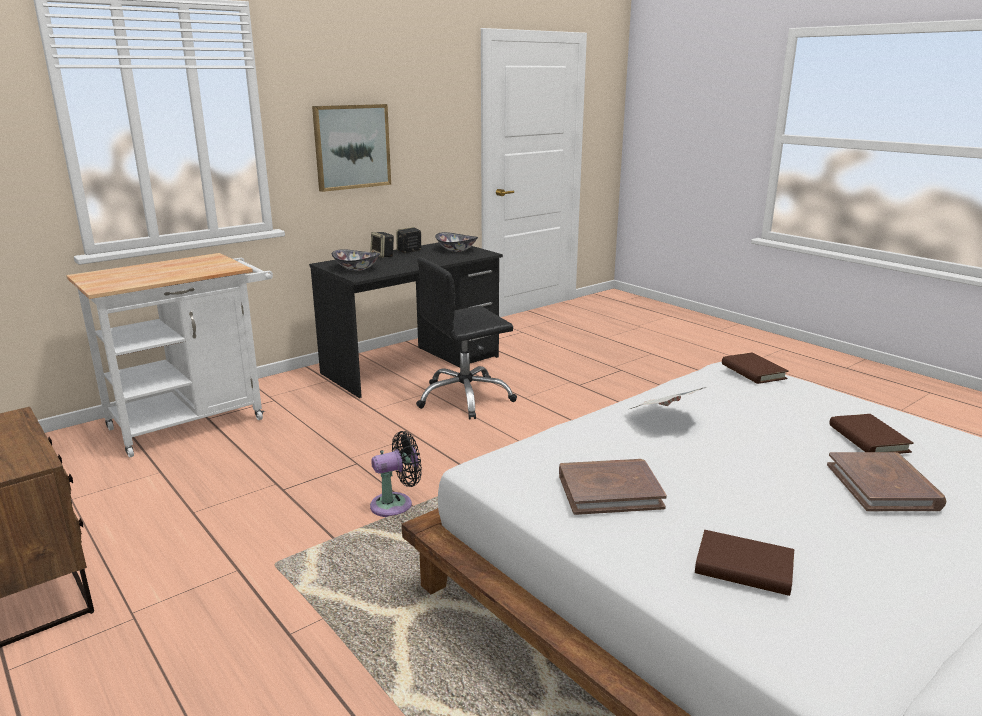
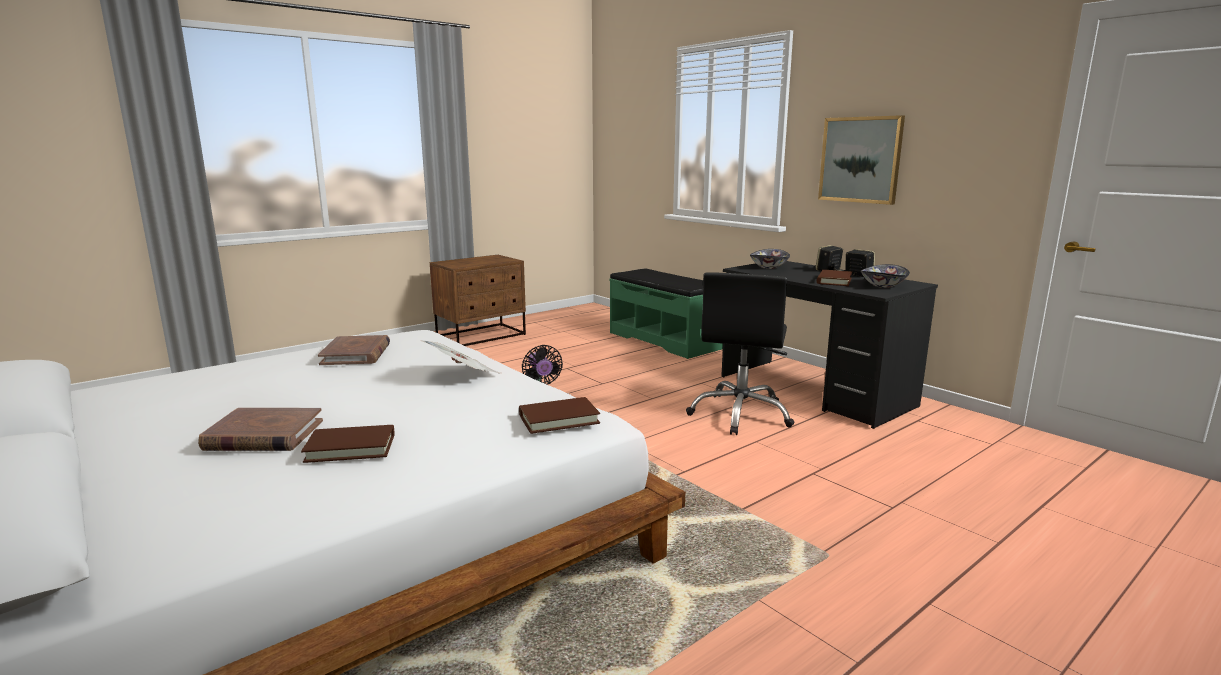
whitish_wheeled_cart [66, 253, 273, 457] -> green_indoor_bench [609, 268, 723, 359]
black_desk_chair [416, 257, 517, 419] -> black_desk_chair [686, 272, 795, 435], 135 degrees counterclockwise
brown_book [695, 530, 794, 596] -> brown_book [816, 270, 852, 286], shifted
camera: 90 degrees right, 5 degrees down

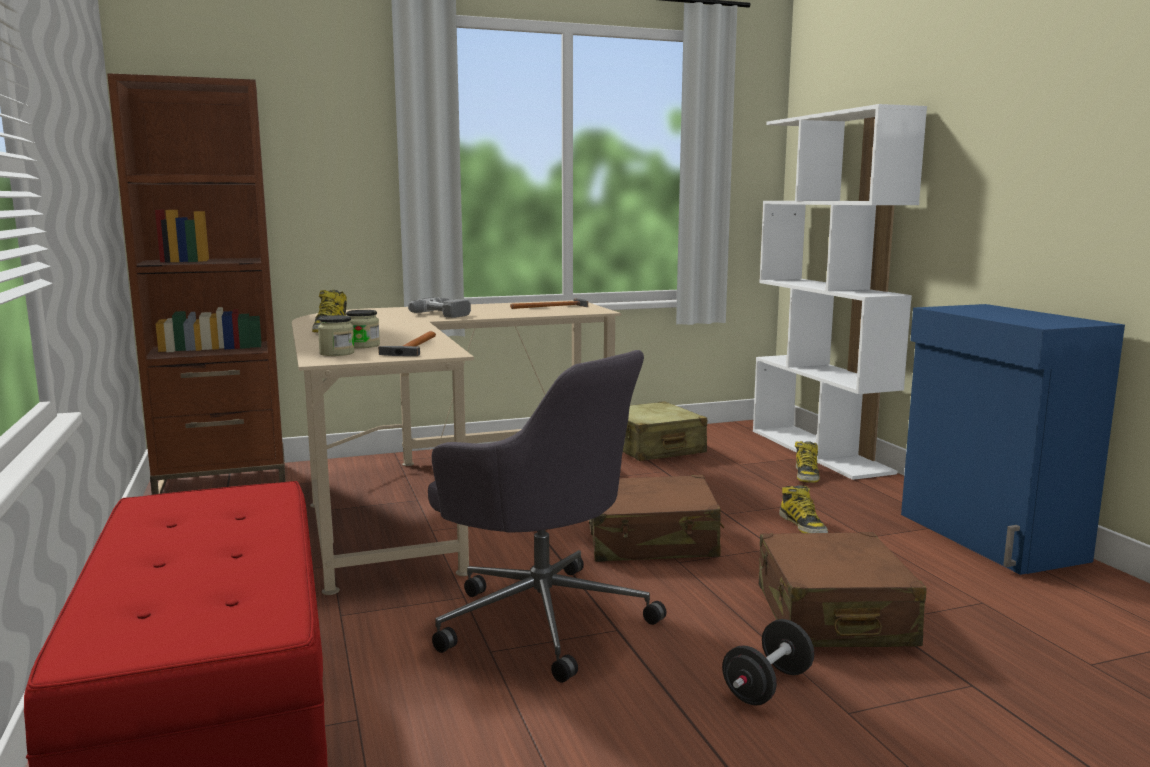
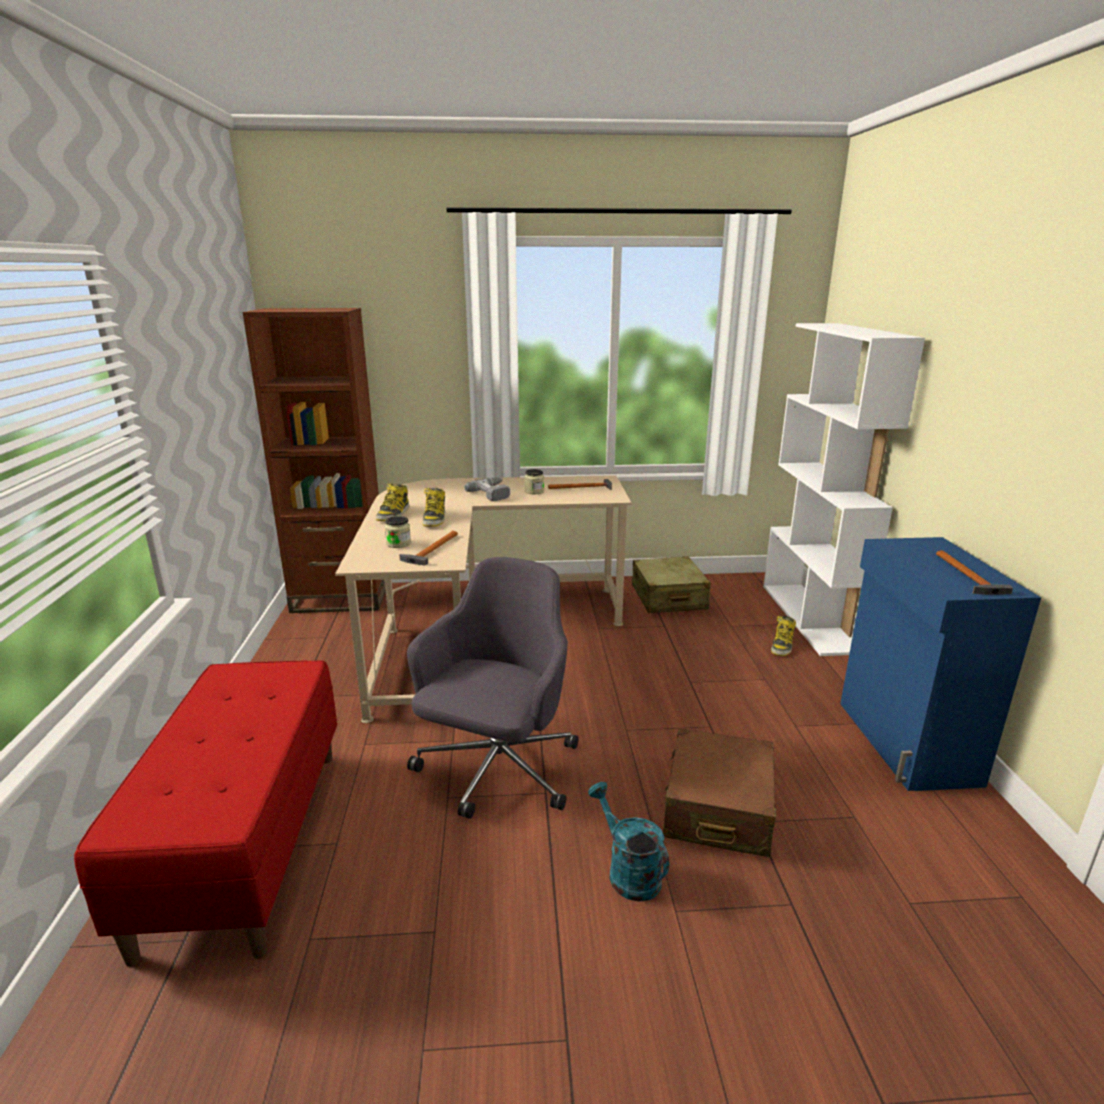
grey_desk_chair [428, 350, 667, 683] -> grey_desk_chair [407, 557, 578, 819], 120 degrees counterclockwise
tall_boot [779, 485, 828, 533] -> tall_boot [422, 488, 445, 527], shifted
jar [318, 315, 355, 356] -> jar [524, 469, 544, 494], shifted
black_free_weight [722, 619, 814, 705] -> turquoise-coloured_watering_can [588, 782, 669, 902]
none -> tool_hammer [936, 550, 1013, 595]
brown_piece_of_luggage [589, 475, 724, 562] -> none
camera: 15 degrees right, 10 degrees up

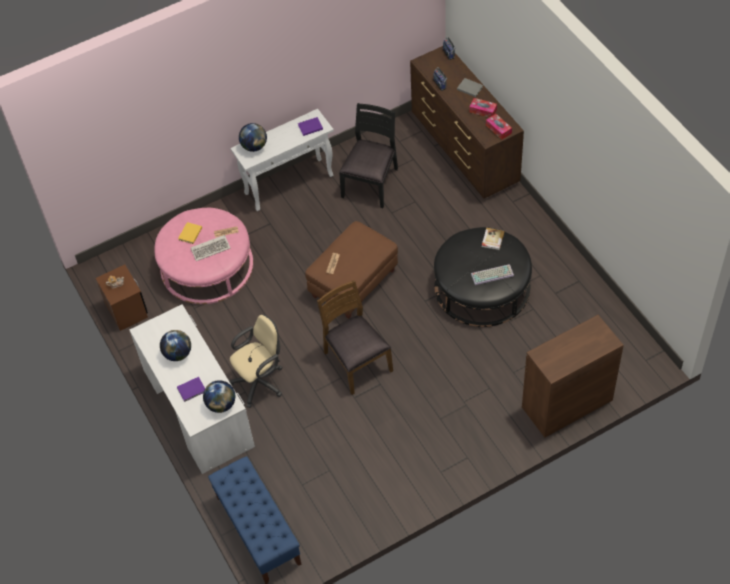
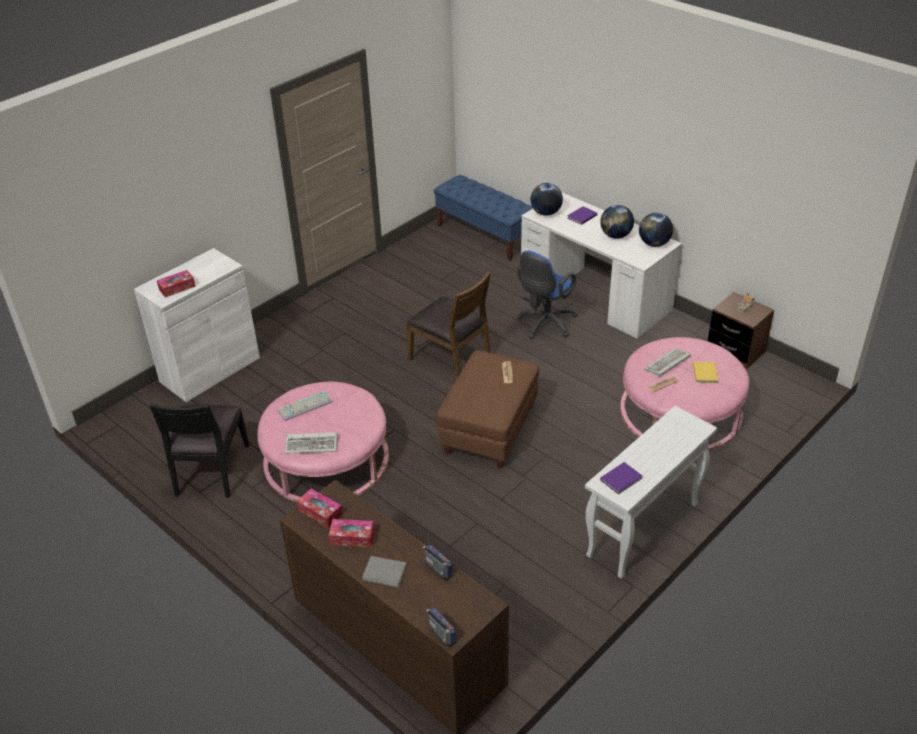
brown_storage_cabinet [522, 315, 624, 438] -> whitish_storage_cabinet [134, 248, 260, 402]
black_plain_chair [339, 103, 398, 208] -> black_plain_chair [150, 403, 250, 498], shifted
none -> tissue_holder [157, 270, 195, 298]
black_pouffe [434, 227, 532, 327] -> pinkish_pouffe [257, 382, 389, 502]
book [482, 228, 505, 250] -> PC_keyboard [285, 432, 338, 454]
beige-coloured_desk_chair [229, 314, 283, 408] -> blue-coloured_desk_chair [517, 250, 577, 339]
globe [239, 123, 267, 152] -> globe [639, 213, 673, 247], shifted
camera: 160 degrees right, 15 degrees down

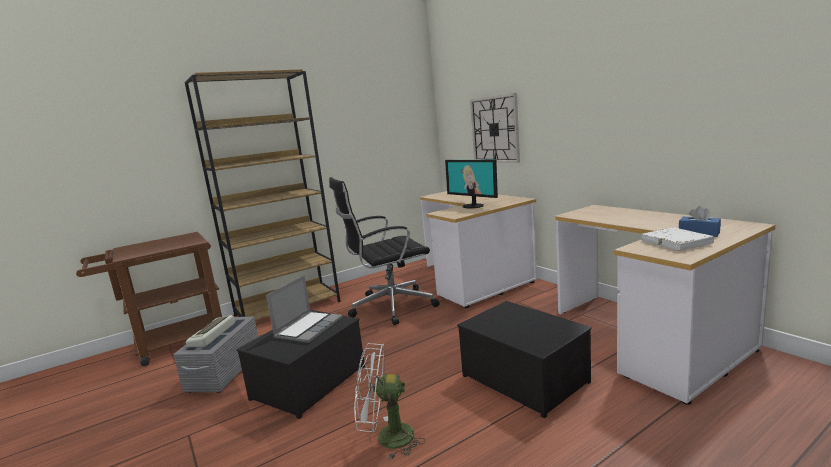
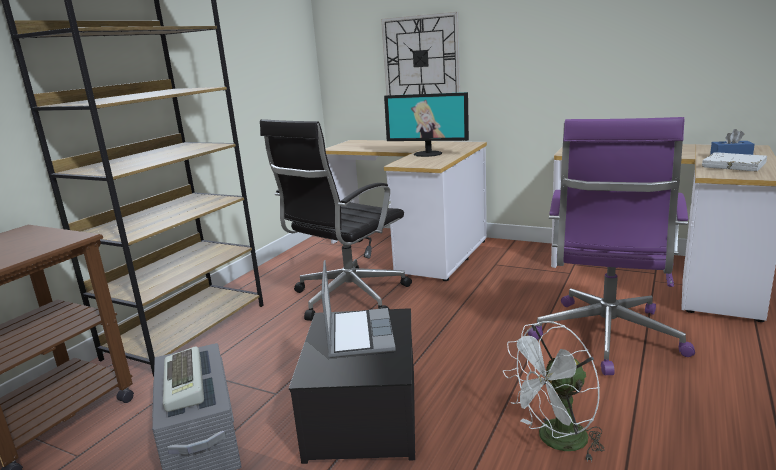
storage_container [457, 301, 592, 418] -> purple-coloured_desk_chair [528, 117, 695, 375]
camera: 30 degrees left, 5 degrees up

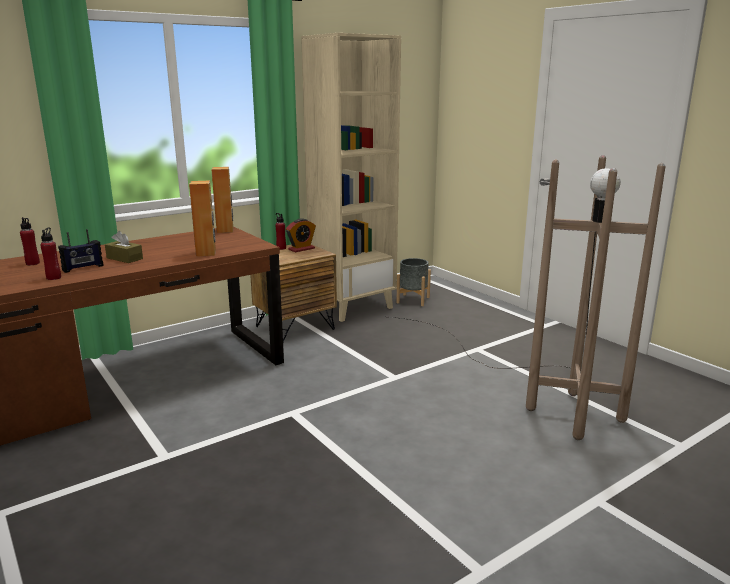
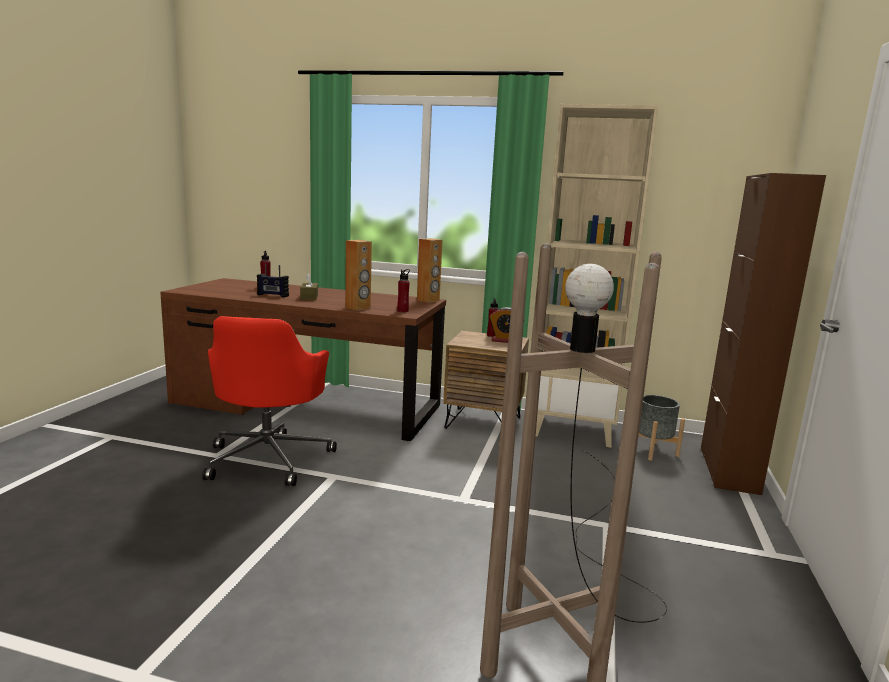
none -> red_desk_chair [202, 316, 337, 486]
red_bottle [40, 228, 61, 280] -> red_bottle [397, 269, 410, 312], shifted
none -> brown_storage_cabinet [701, 173, 826, 495]
camera: 50 degrees right, 5 degrees down

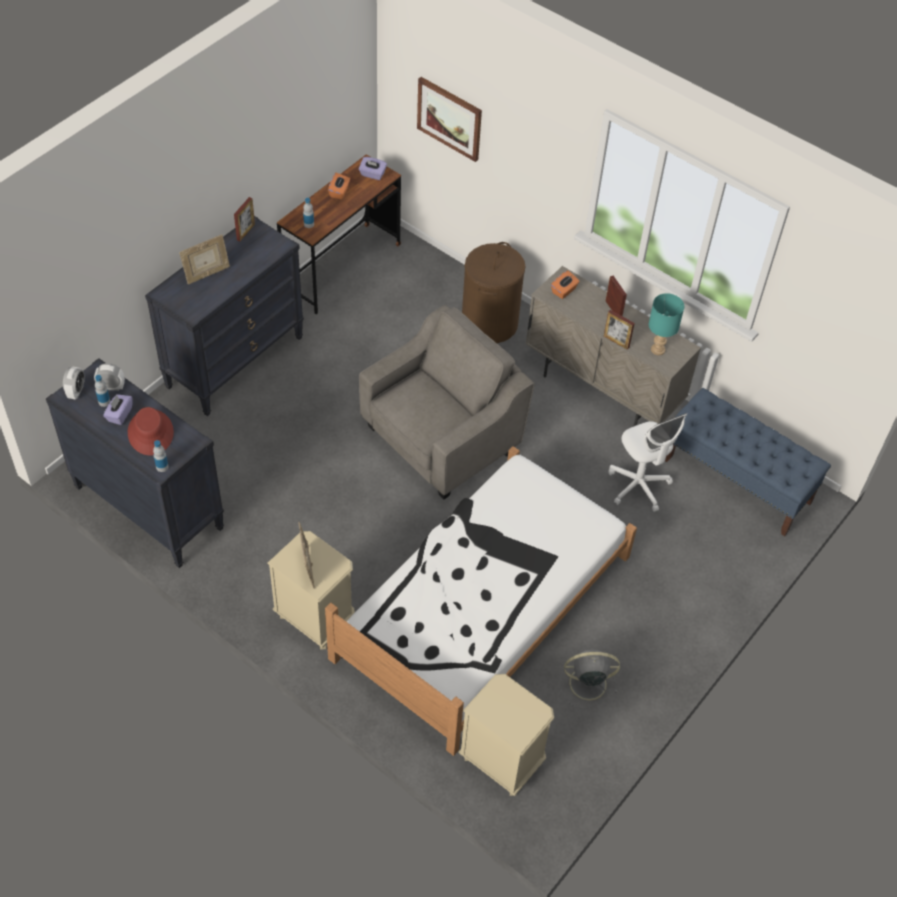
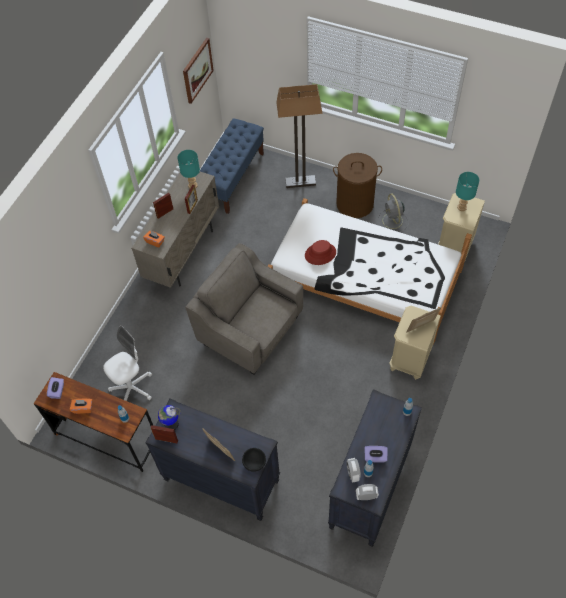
whitish_desk_chair [608, 413, 687, 512] -> whitish_desk_chair [103, 326, 152, 401], shifted
none -> globe [158, 405, 181, 430]
wall_picture [417, 77, 482, 162] -> wall_picture [183, 38, 214, 104], shifted
none -> black_serving_bowl [242, 448, 266, 472]
none -> standing_lamp [276, 84, 323, 188]
red_hat [128, 407, 174, 456] -> red_hat [305, 240, 336, 265], shifted
brown_washing_basket [462, 242, 526, 343] -> brown_washing_basket [333, 153, 382, 218], shifted
none -> turquoise-coloured_lamp_for_a_table [456, 172, 479, 211]
camera: 100 degrees left, 5 degrees up

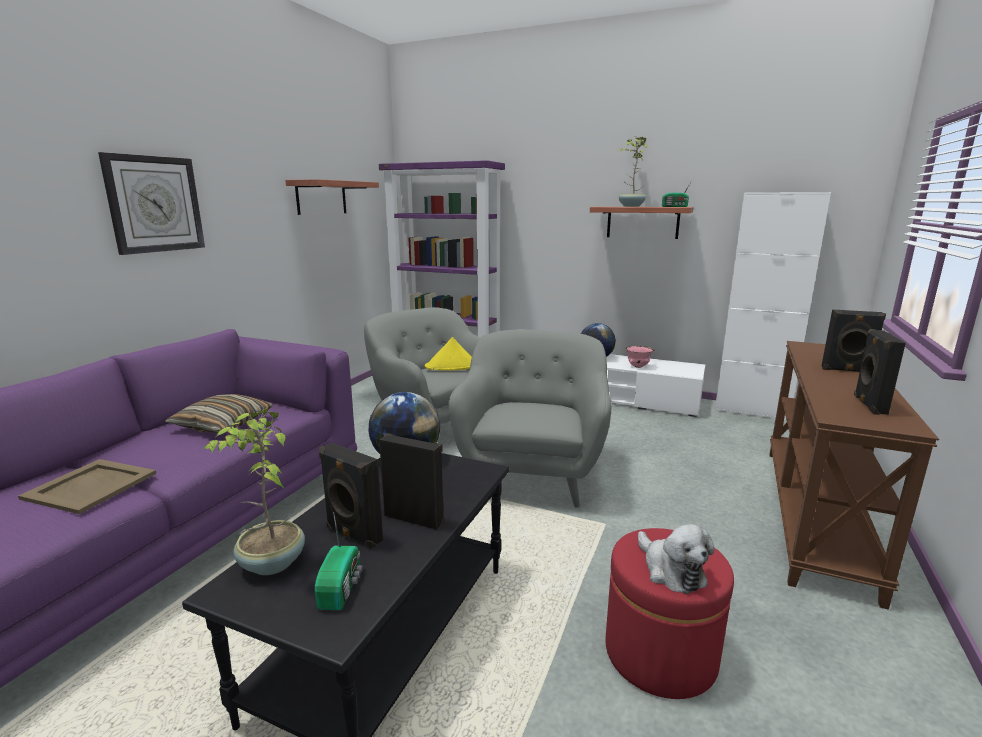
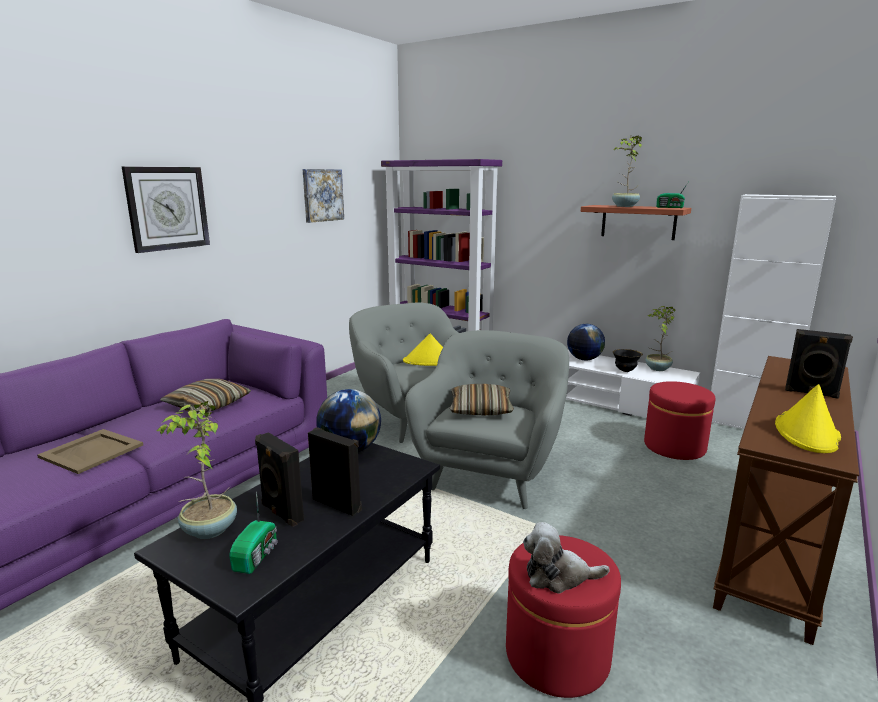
wall_shelf [285, 179, 379, 215] -> wall_picture [303, 169, 344, 223]
none -> throw_pillow [449, 384, 514, 415]
plush_toy [638, 524, 714, 594] -> plush_toy [523, 522, 610, 594], 105 degrees clockwise
pinkish_serving_bowl [626, 346, 654, 368] -> black_serving_bowl [613, 349, 643, 372]
none -> red_pouffe [644, 381, 715, 460]
none -> houseplant [645, 306, 675, 371]
black_audio_speaker [854, 329, 906, 415] -> yellow-coloured_hat [775, 384, 841, 453]
camera: 10 degrees right, 0 degrees up

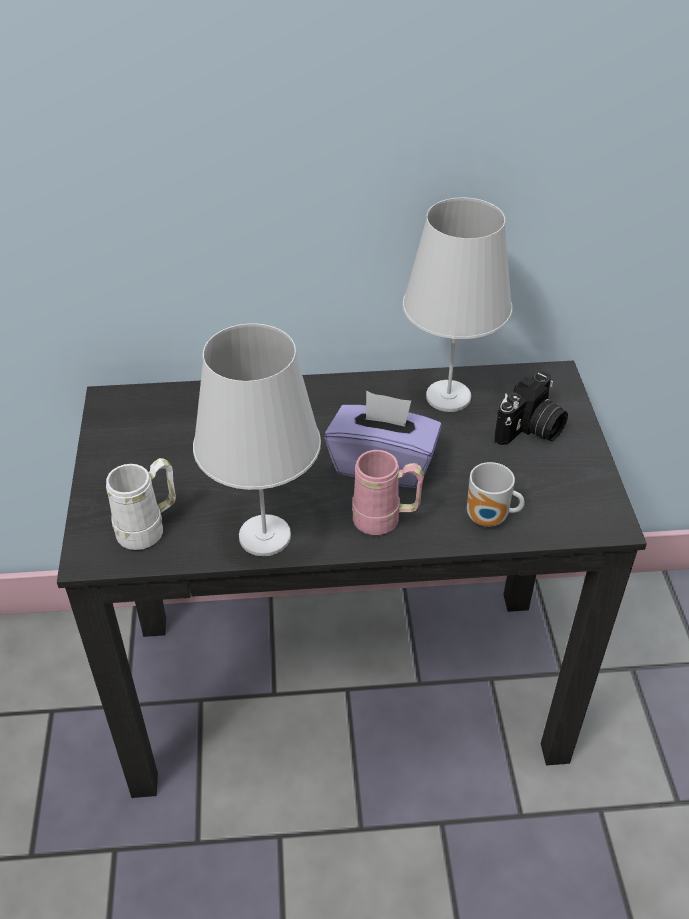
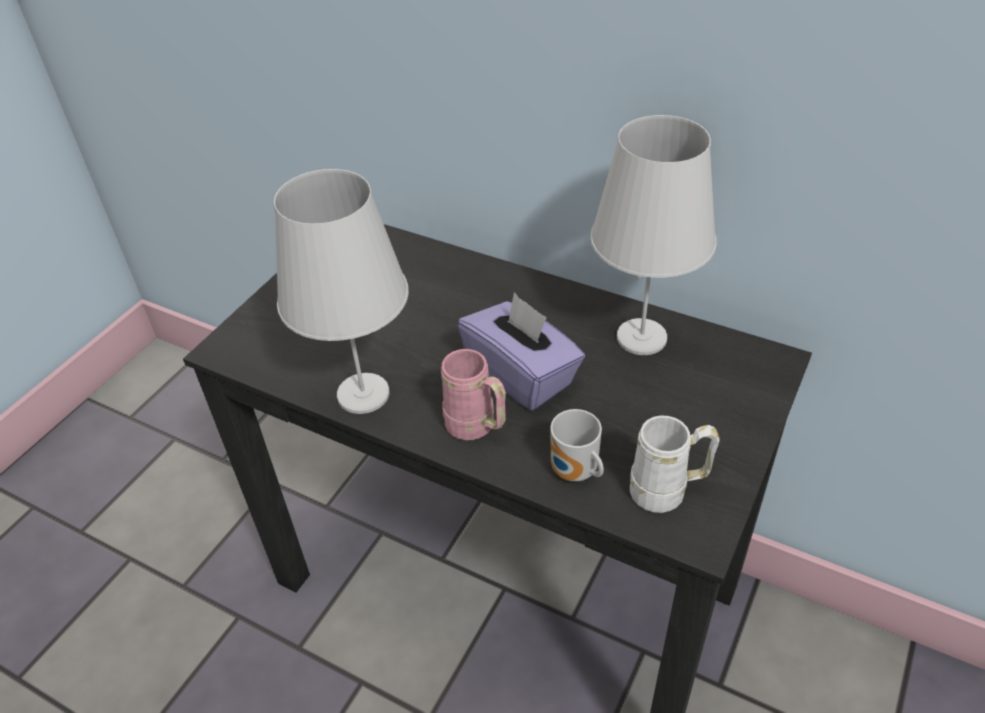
whitish_mug [106, 458, 176, 550] -> whitish_mug [630, 415, 720, 513], shifted
photo_camera [494, 372, 568, 445] -> none
camera: 35 degrees right, 0 degrees up

